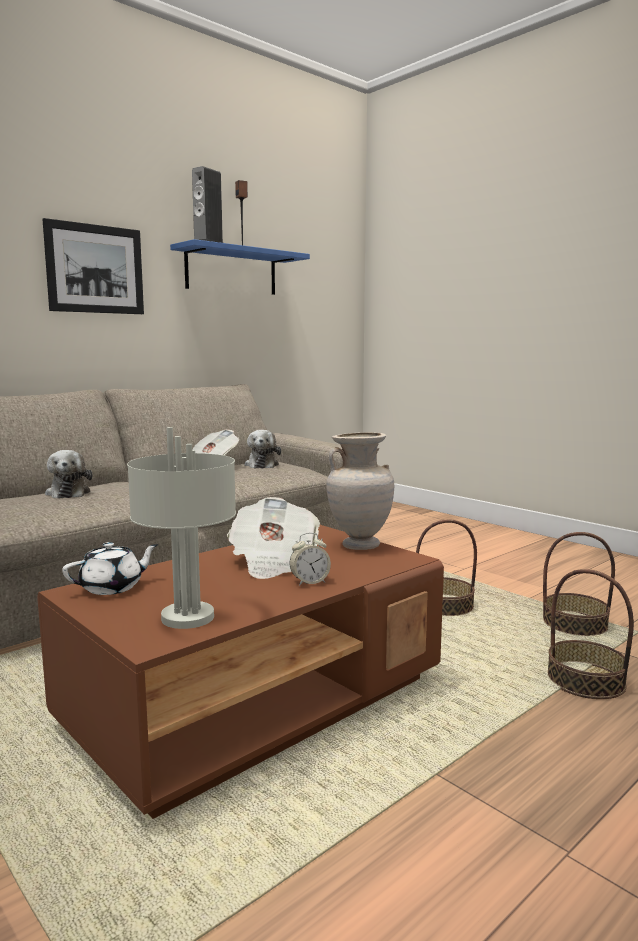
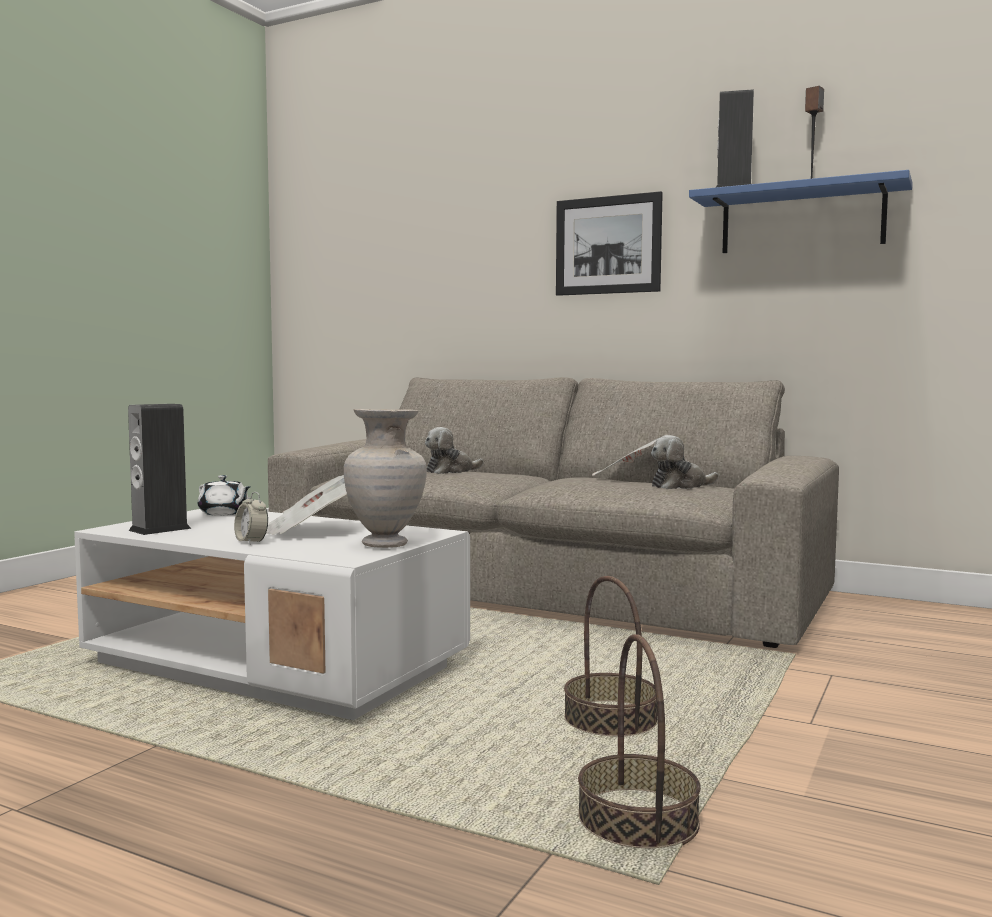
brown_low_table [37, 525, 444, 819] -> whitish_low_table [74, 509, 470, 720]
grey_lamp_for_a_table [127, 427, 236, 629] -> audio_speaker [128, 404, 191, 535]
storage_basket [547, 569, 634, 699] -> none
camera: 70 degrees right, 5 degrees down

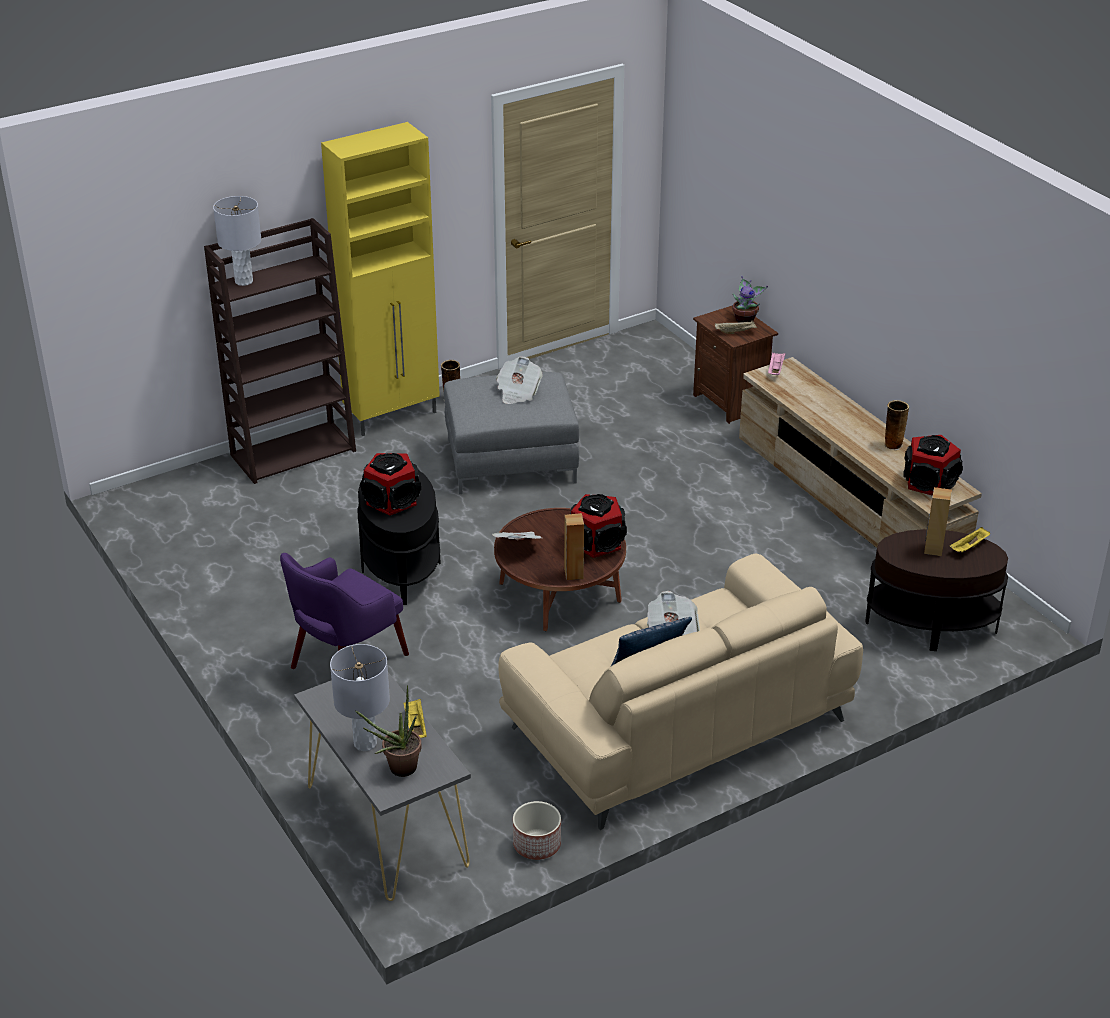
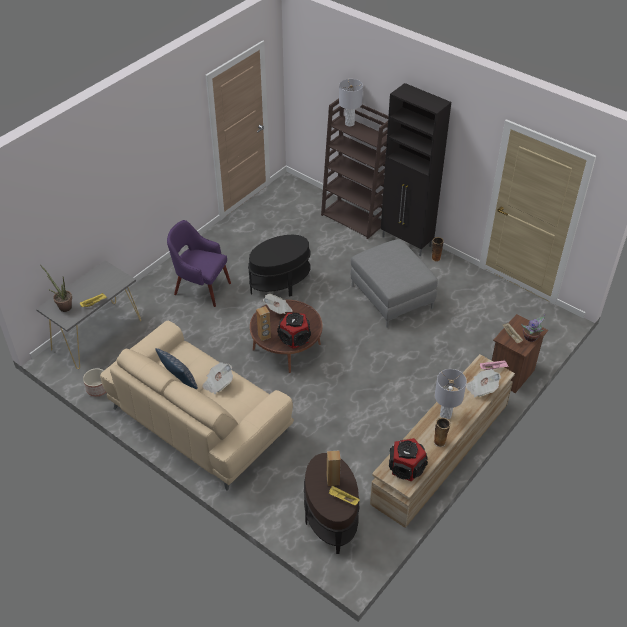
yellow-coloured_storage_cabinet [321, 122, 440, 436] -> black_storage_cabinet [381, 83, 451, 256]
grey_lamp_for_a_table [330, 644, 390, 751] -> grey_lamp_for_a_table [435, 369, 467, 419], shifted
daily_paper [496, 356, 543, 404] -> daily_paper [466, 369, 501, 398], shifted
audio_speaker [361, 453, 421, 515] -> none
camera: 70 degrees right, 10 degrees up

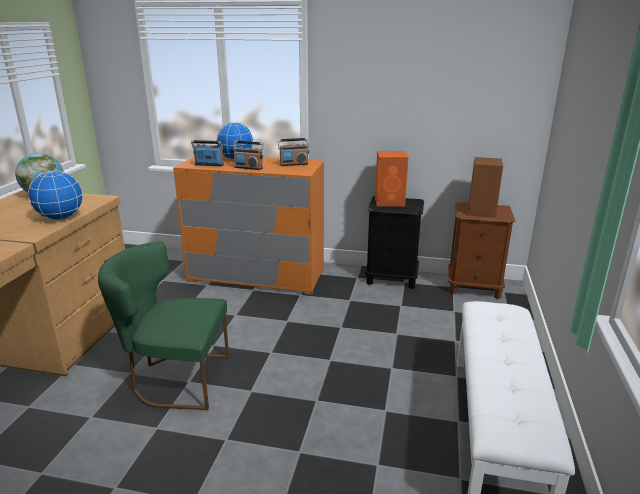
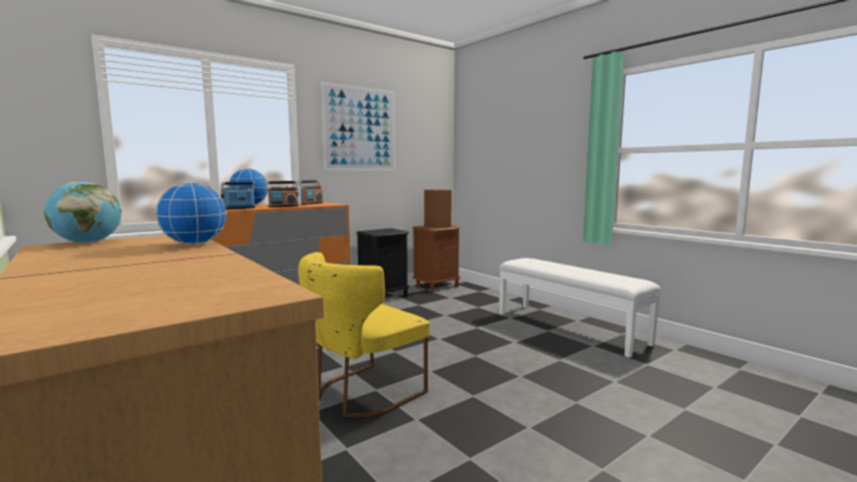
green_plain_chair [98, 241, 229, 410] -> yellow-coloured_plain_chair [298, 252, 430, 417]
none -> wall_picture [321, 82, 396, 171]
orange-coloured_audio_speaker [375, 151, 409, 206] -> none
camera: 50 degrees left, 15 degrees down

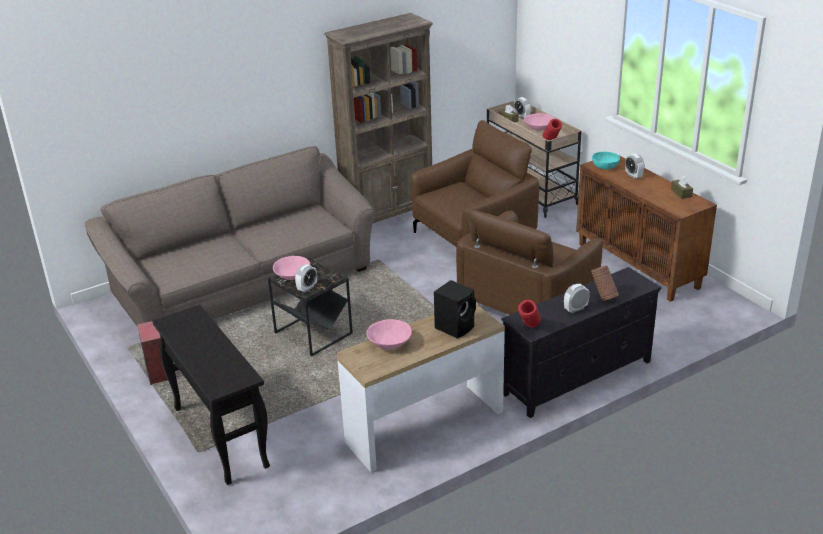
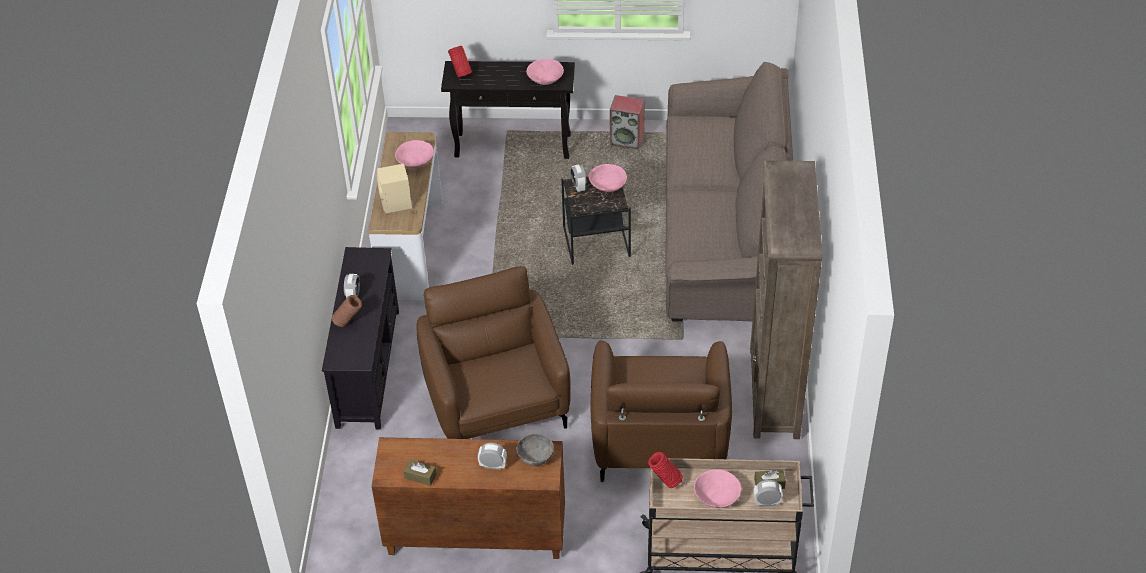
black_audio_speaker [434, 280, 476, 339] -> beige-coloured_audio_speaker [376, 164, 412, 213]
red_decorative_vase [518, 300, 541, 328] -> red_decorative_vase [448, 46, 472, 77], shifted
turquoise-coloured_serving_bowl [592, 152, 620, 169] -> grey_serving_bowl [516, 434, 554, 466]
none -> pinkish_serving_bowl [526, 59, 564, 85]
camera: 125 degrees right, 15 degrees up

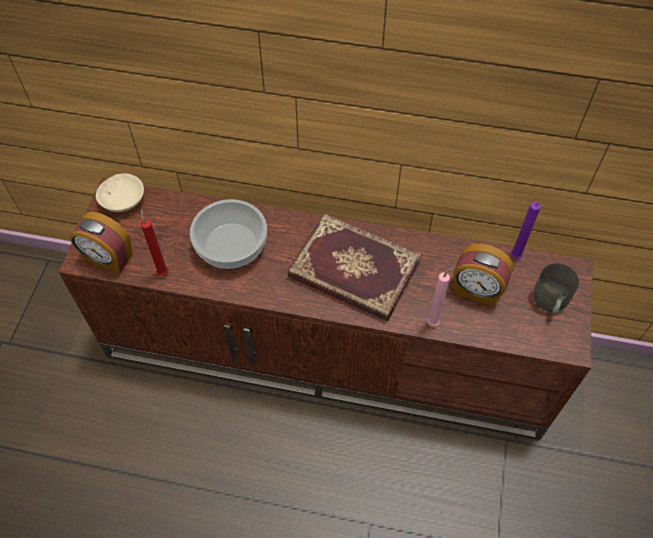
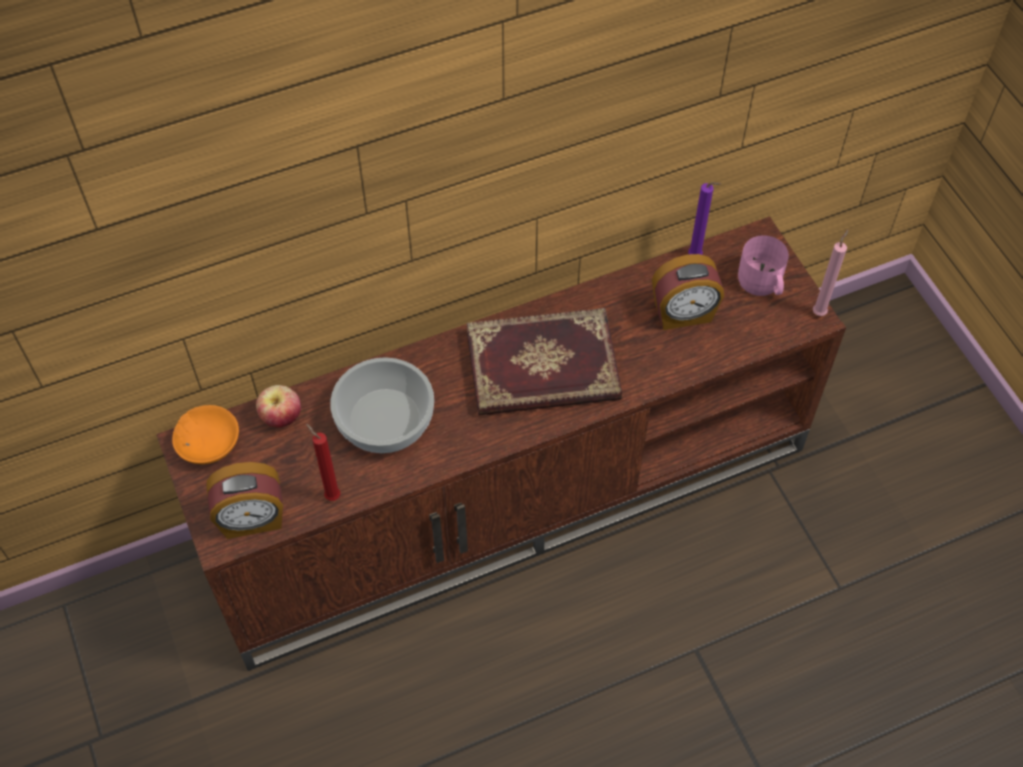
beige-coloured_serving_bowl [96, 173, 144, 212] -> orange-coloured_serving_bowl [172, 405, 239, 465]
none -> whole_apple [256, 385, 301, 428]
grey_mug [533, 263, 579, 316] -> pinkish_mug [738, 235, 789, 296]
pinkish_wax_light [427, 266, 456, 326] -> pinkish_wax_light [813, 230, 848, 316], shifted
camera: 35 degrees left, 0 degrees up

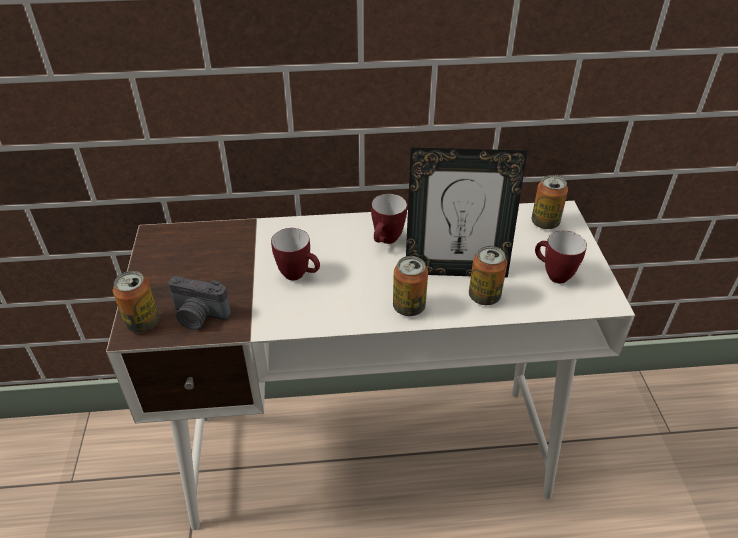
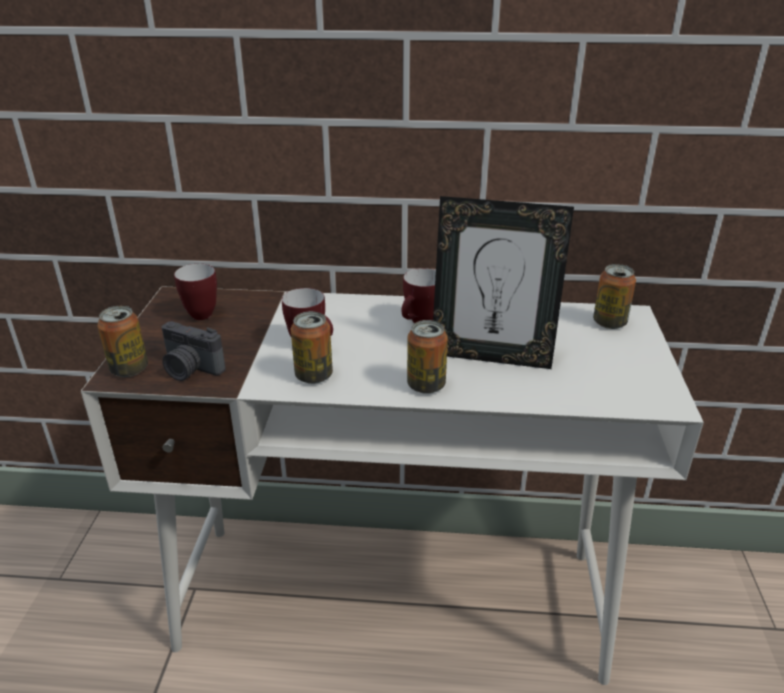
mug [535, 231, 587, 283] -> mug [174, 264, 217, 320], shifted
metal_can [469, 246, 507, 305] -> metal_can [291, 311, 333, 384], shifted
camera: 10 degrees right, 10 degrees down

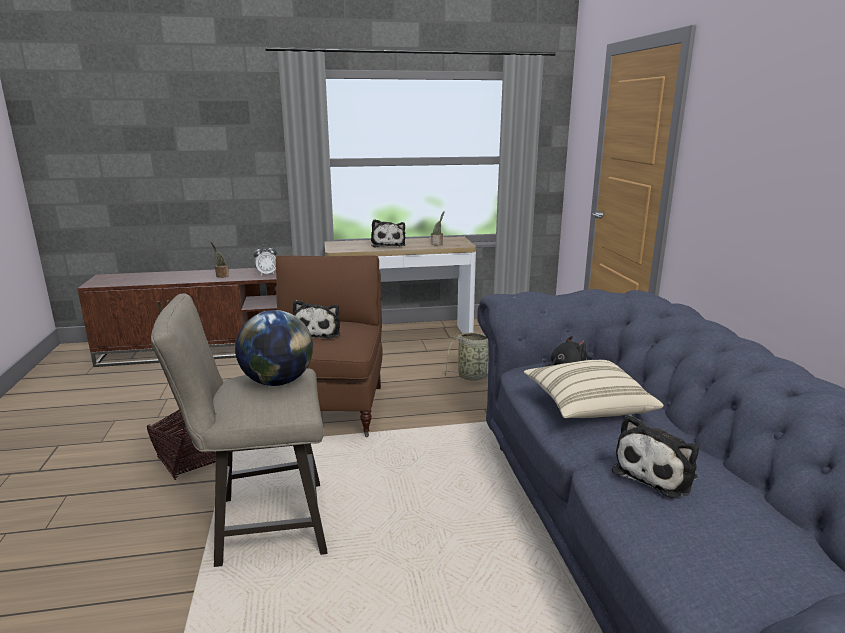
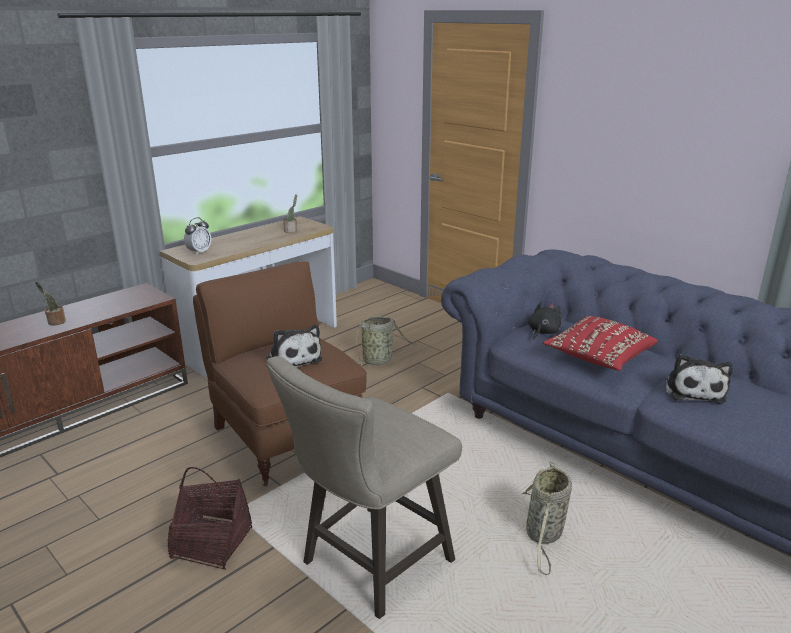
bedside_clock [253, 244, 277, 275] -> bedside_clock [184, 218, 211, 255], shifted
none -> storage_basket [521, 462, 572, 575]
beige-coloured_throw_pillow [524, 360, 664, 418] -> red_throw_pillow [543, 316, 658, 371]
globe [235, 310, 313, 386] -> none
plush_toy [371, 219, 406, 248] -> none
camera: 35 degrees left, 5 degrees up

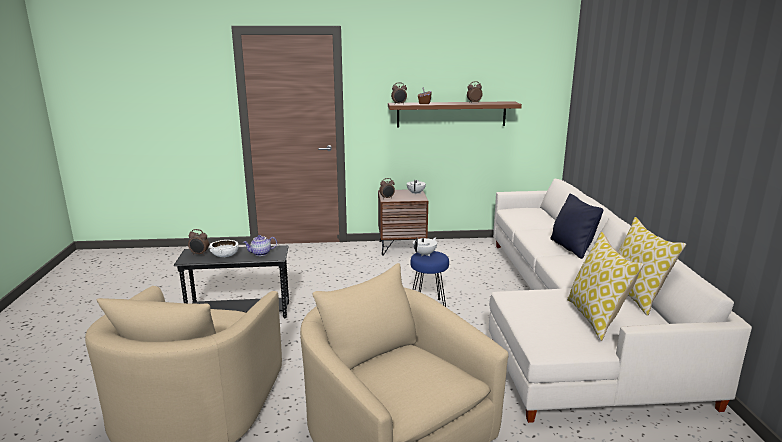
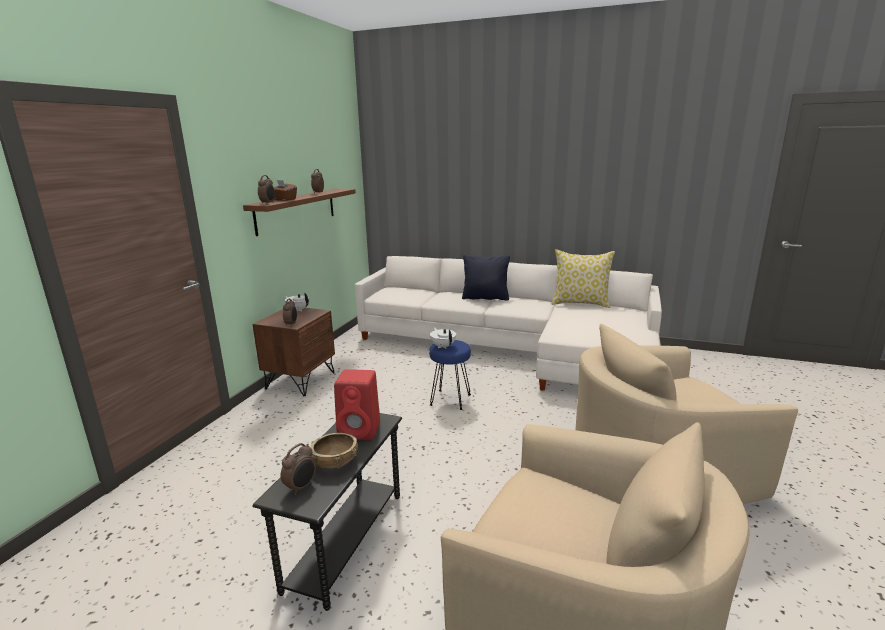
whitish_serving_bowl [210, 240, 239, 257] -> brown_serving_bowl [310, 433, 358, 469]
tea_pot [243, 235, 277, 256] -> red_audio_speaker [334, 369, 380, 440]
throw_pillow [567, 232, 644, 341] -> none
camera: 65 degrees left, 0 degrees up

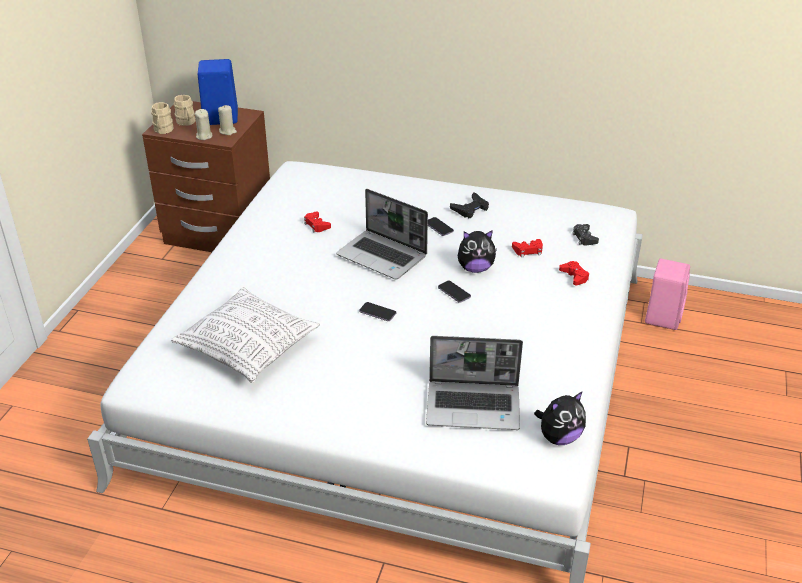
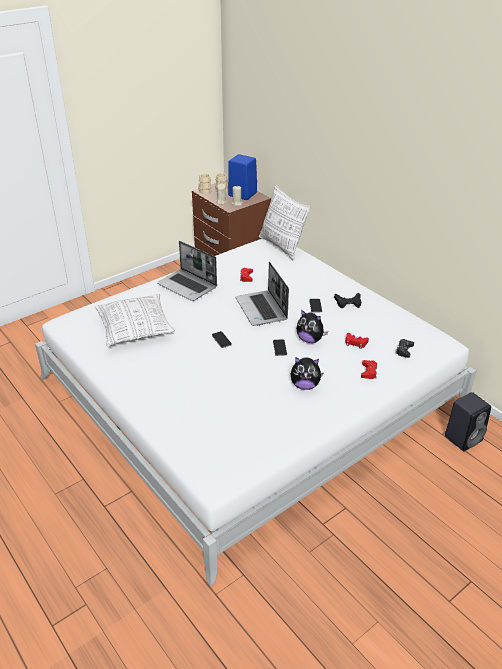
laptop [426, 336, 523, 430] -> laptop [157, 241, 217, 301], shifted
none -> throw_pillow [259, 185, 311, 260]
plush_toy [534, 391, 586, 445] -> plush_toy [290, 357, 324, 390], shifted
pinkish_audio_speaker [645, 259, 690, 330] -> black_audio_speaker [445, 392, 491, 451]
camera: 35 degrees right, 0 degrees up

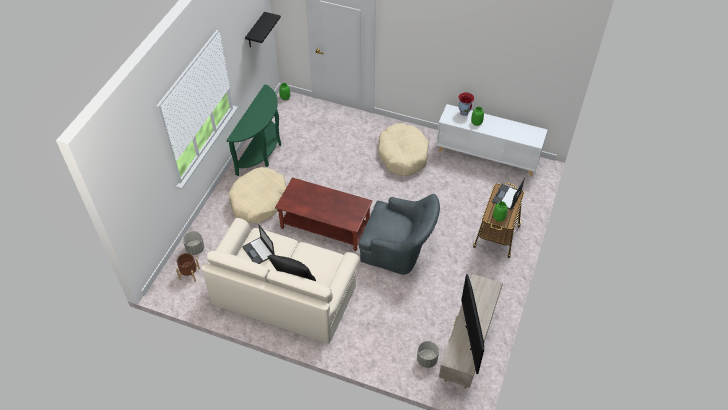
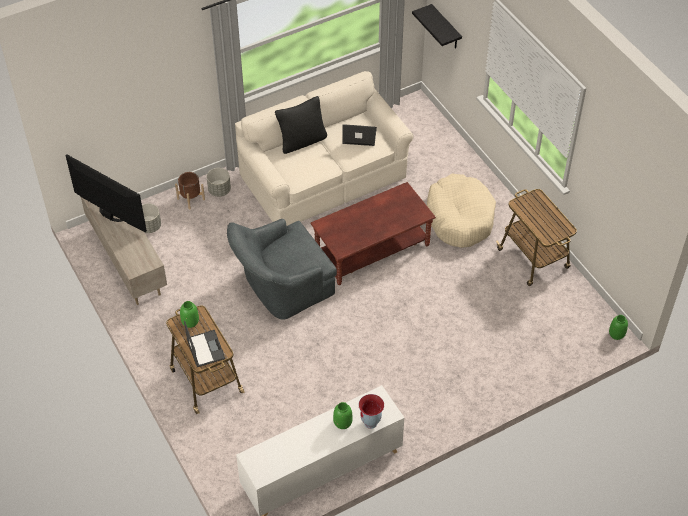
brown_flower_pot [176, 253, 200, 282] -> brown_flower_pot [175, 172, 205, 210], shifted
grey_flower_pot [183, 231, 204, 255] -> grey_flower_pot [207, 168, 231, 197], shifted
black_wall_shelf [245, 12, 281, 47] -> black_wall_shelf [412, 4, 462, 49], shifted
green_console_table [226, 84, 281, 176] -> wheeled_cart [496, 189, 577, 286]
beige-coloured_pet_bed [378, 123, 429, 176] -> none
camera: 130 degrees right, 0 degrees up

